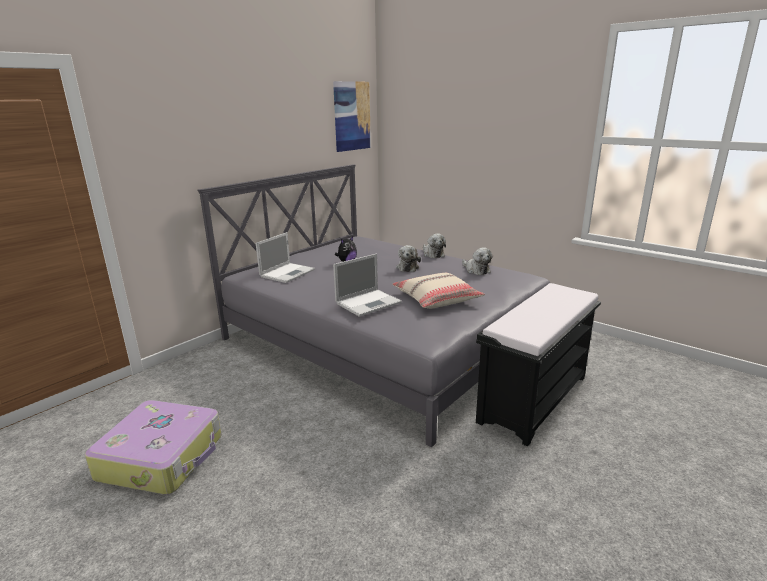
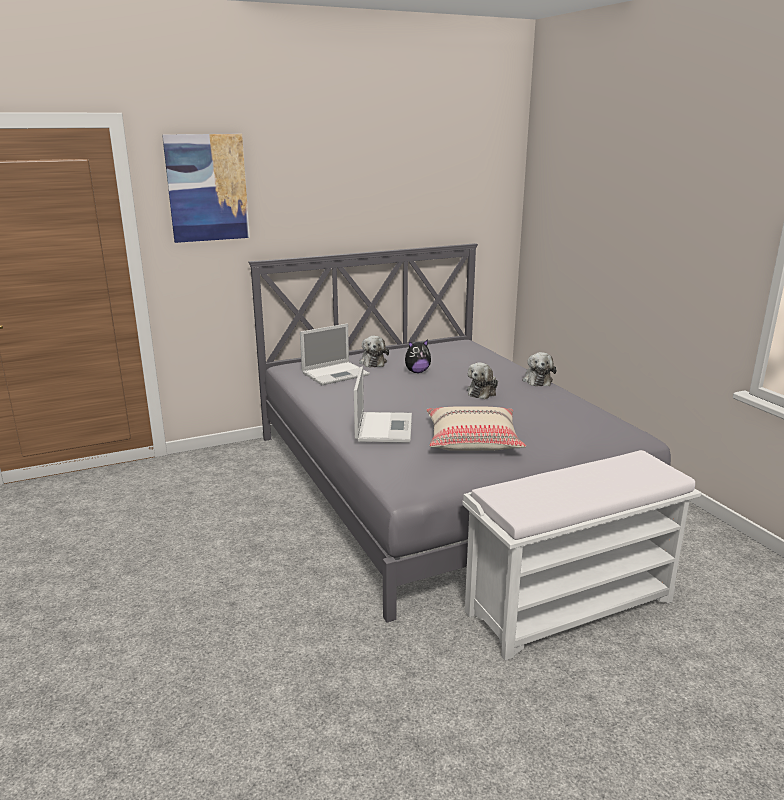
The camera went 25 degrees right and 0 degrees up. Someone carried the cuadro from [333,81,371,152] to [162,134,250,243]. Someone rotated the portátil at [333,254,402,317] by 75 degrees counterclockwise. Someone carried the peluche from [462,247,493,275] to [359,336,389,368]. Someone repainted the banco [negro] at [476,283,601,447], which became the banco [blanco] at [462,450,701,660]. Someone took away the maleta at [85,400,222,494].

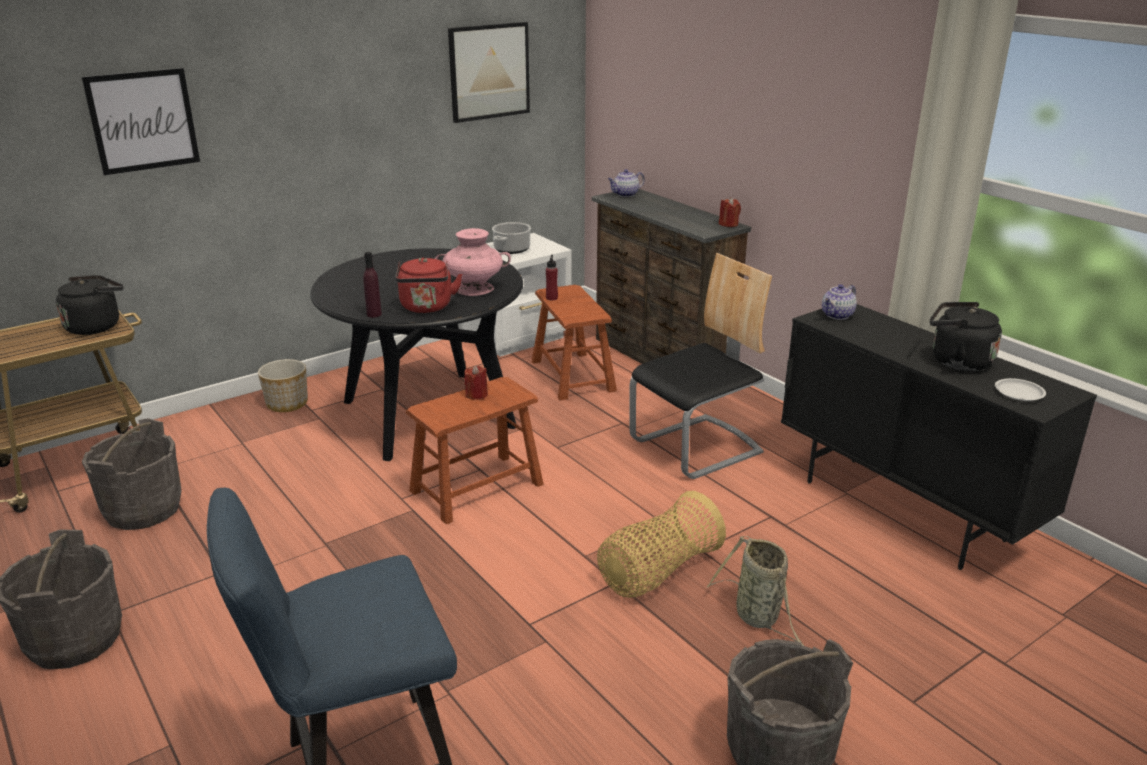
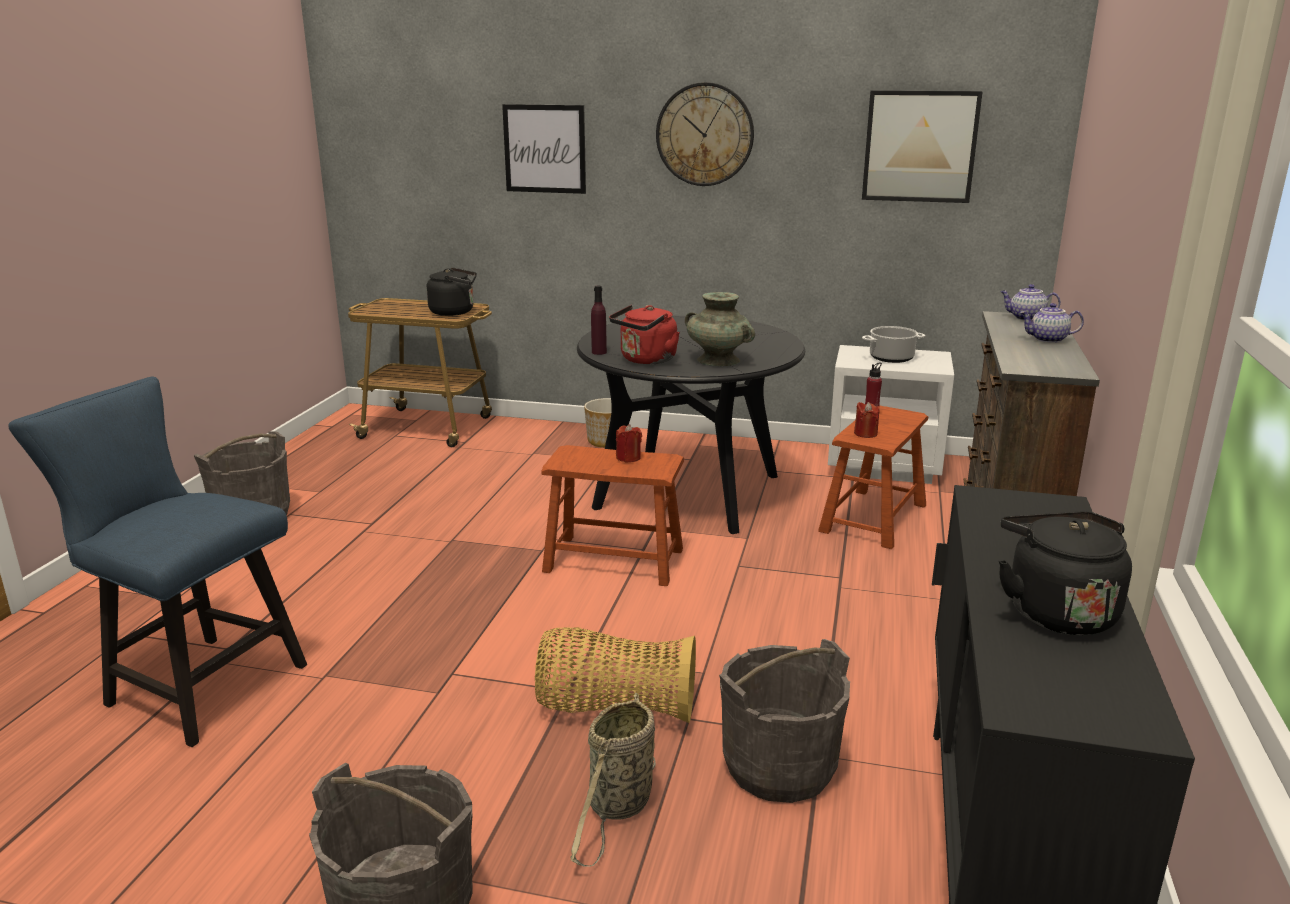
The camera went 50 degrees right and 5 degrees down. Someone put up the reloj de pared at [656,82,754,186]. Someone repainted the florero [rosa] at [435,228,511,296], which became the florero [turquesa] at [685,292,755,366]. Someone carried the cubo [gris] from [82,418,182,530] to [719,639,850,803]. Someone carried the vela [rojo] from [719,197,741,227] to [854,402,880,438]. Someone carried the tetera from [822,284,857,320] to [1020,303,1084,343]. Someone took away the silla at [630,253,772,479]. Someone took away the plato [blanco] at [995,378,1046,401].

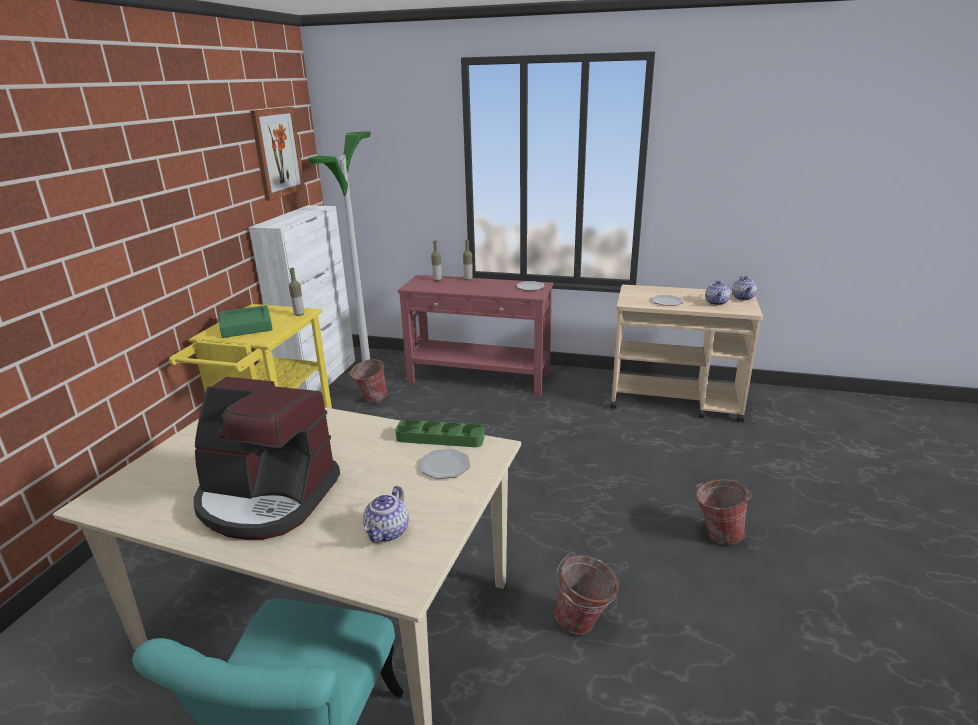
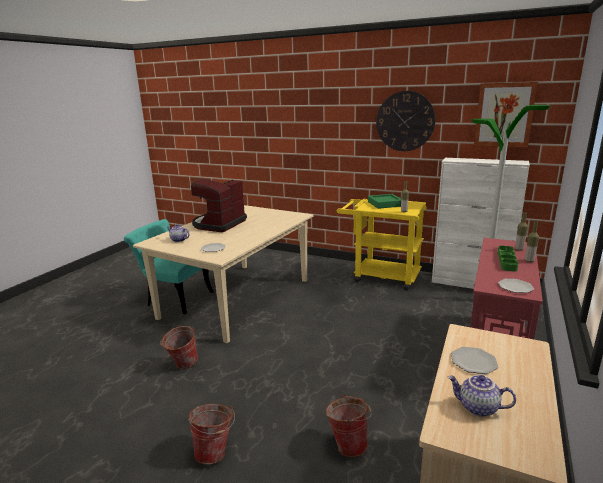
The camera went 100 degrees right and 5 degrees down. Someone carried the cubo from [348,359,388,403] to [325,394,372,457]. Someone put up the reloj de pared at [376,91,435,151]. Someone carried the bandeja [verde] from [395,420,485,447] to [498,246,518,272]. Someone took away the tetera at [732,276,757,301].

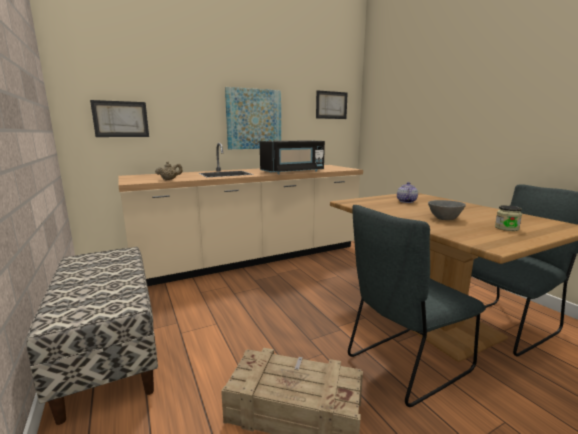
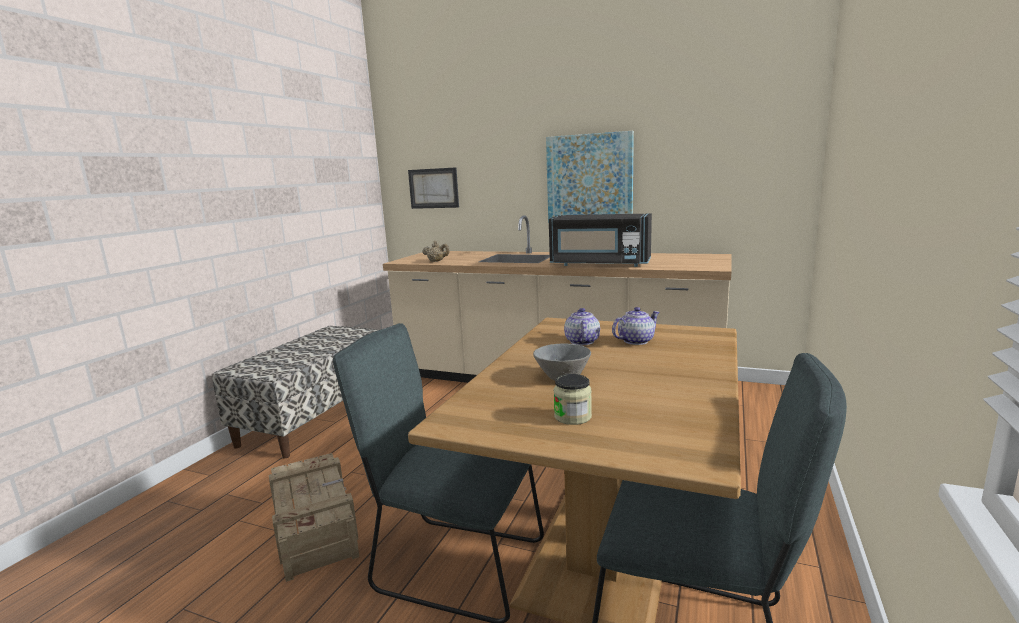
The camera went 50 degrees right and 0 degrees up. Someone put down the tetera at [564,308,600,345]. Someone took away the cuadro at [316,90,348,119].

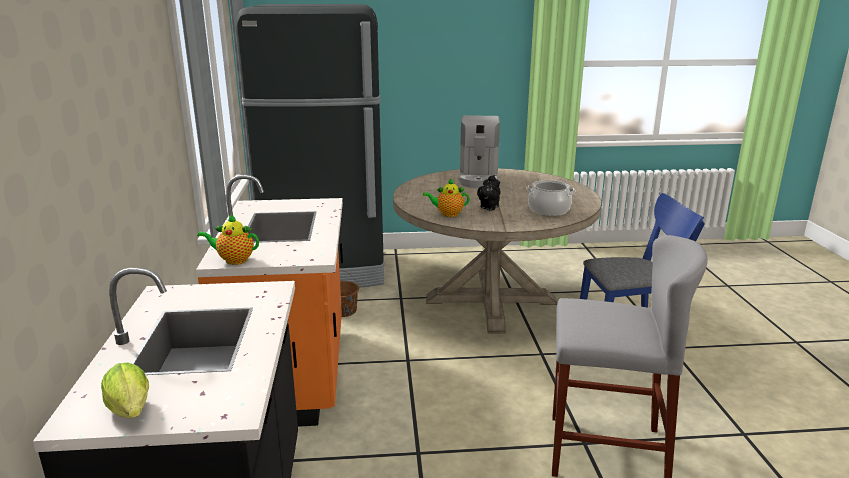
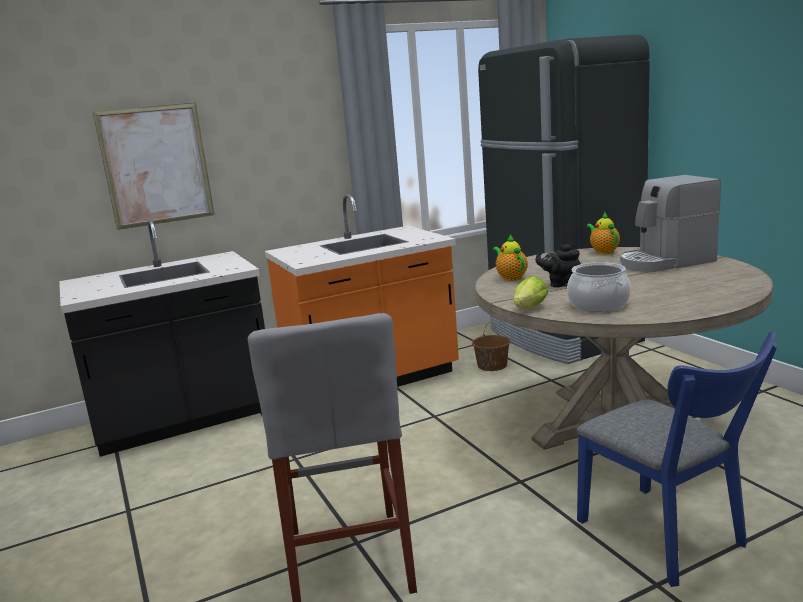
The camera went 70 degrees right and 5 degrees down. Someone put up the cuadro at [93,103,214,230]. Someone carried the lechuga from [101,363,149,418] to [514,276,548,308]. Someone carried the tetera from [197,214,259,265] to [587,212,620,254].

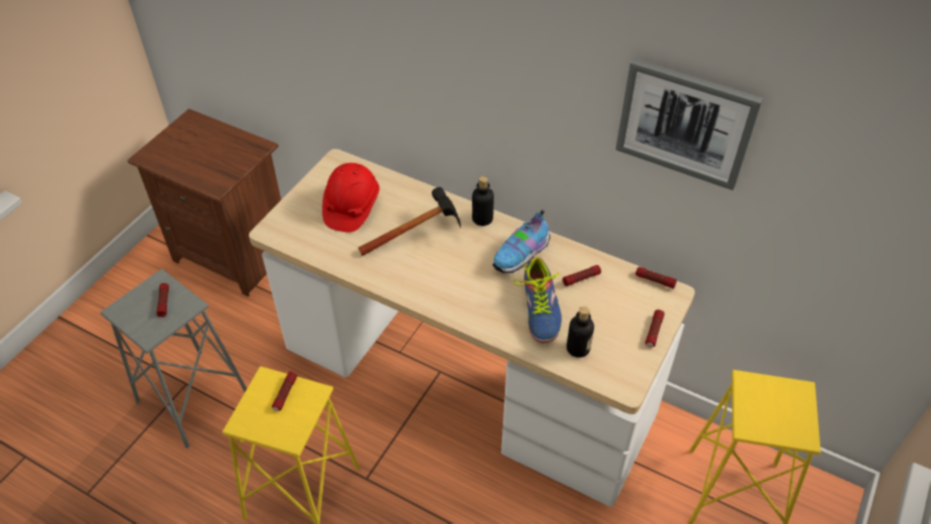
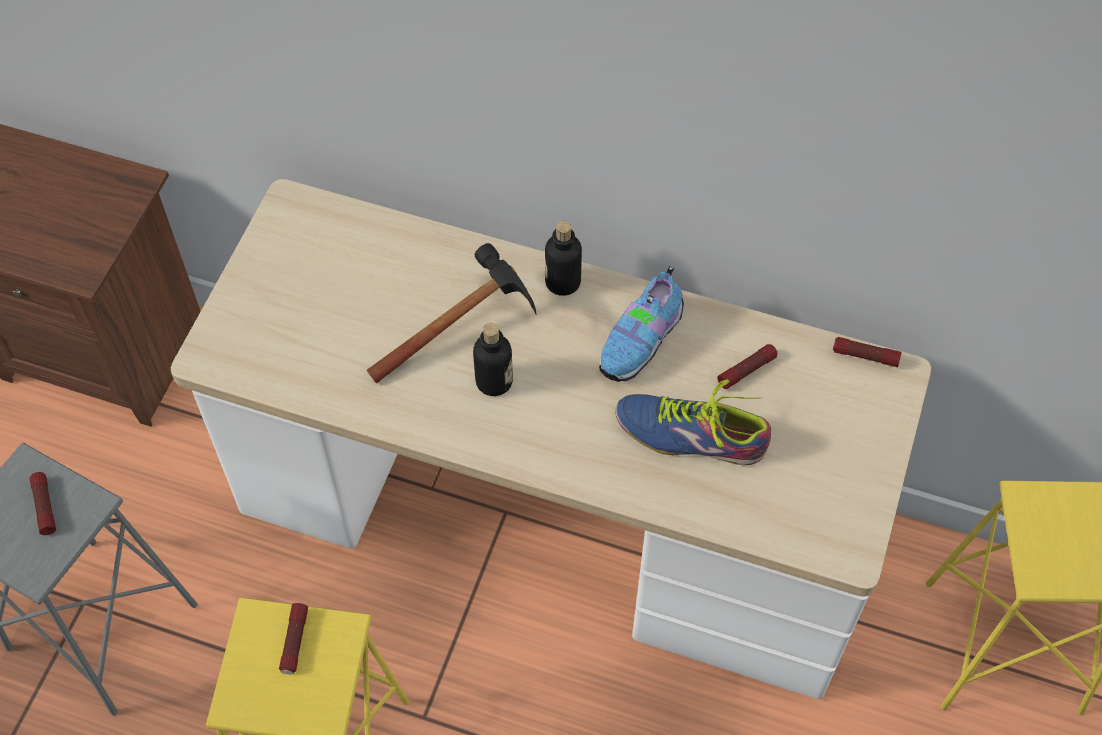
The camera went 10 degrees left and 10 degrees up. Someone carried the botella from [566,306,594,358] to [473,323,513,396]. Someone rotated the zapato at [513,257,562,343] by 120 degrees clockwise. Someone took away the casco [rojo] at [322,163,380,232]. Someone took away the cuadro at [616,58,763,190]. Someone took away the linterna at [645,310,664,347].

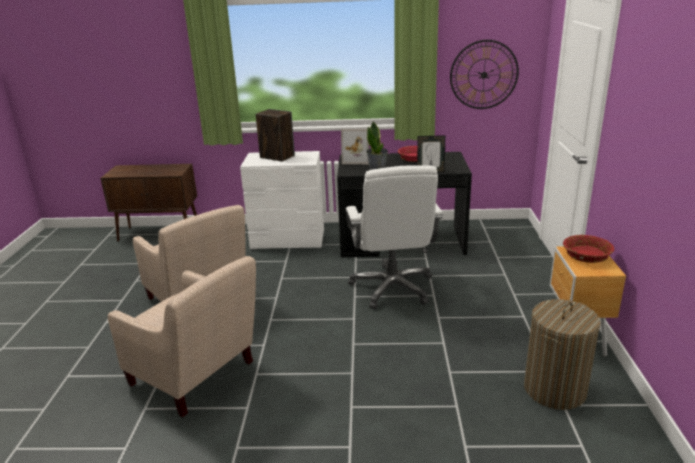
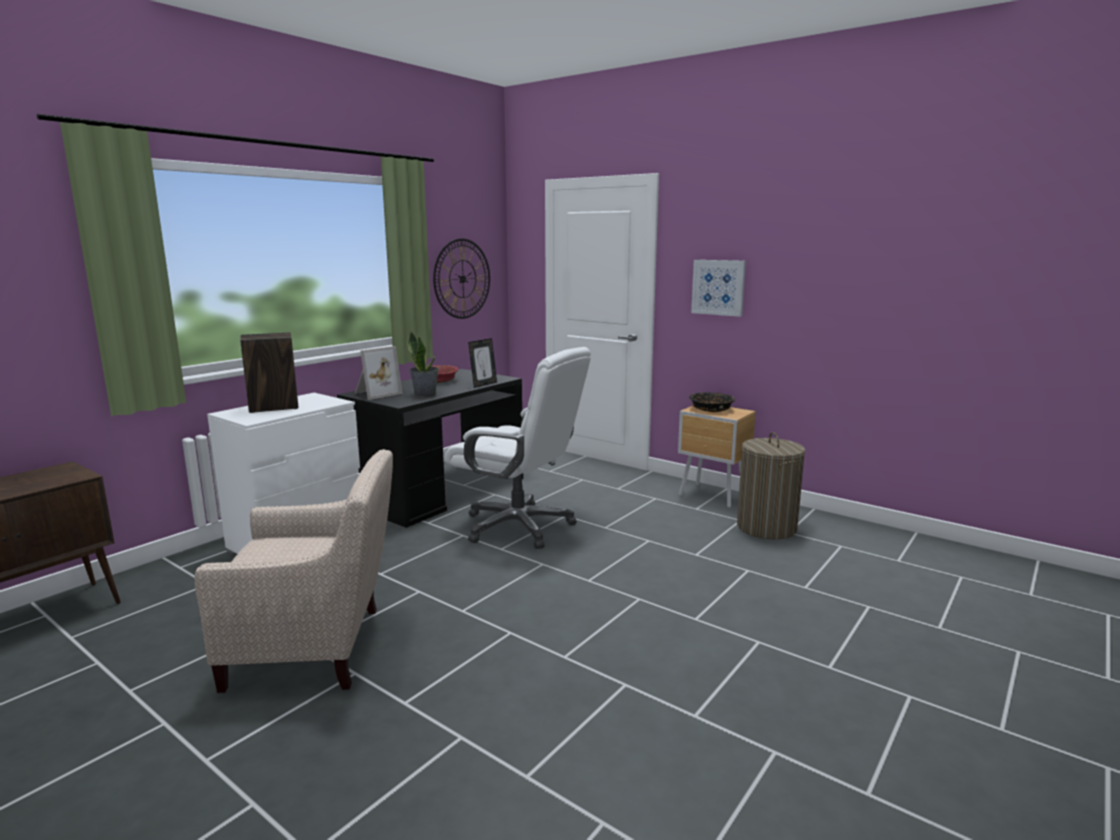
The camera went 55 degrees left and 10 degrees down. Someone repainted the cuenco [rojo] at [563,235,614,263], which became the cuenco [negro] at [689,392,735,412]. Someone put up the cuadro at [691,260,746,317]. Someone took away the sillón [beis] at [108,256,256,417].

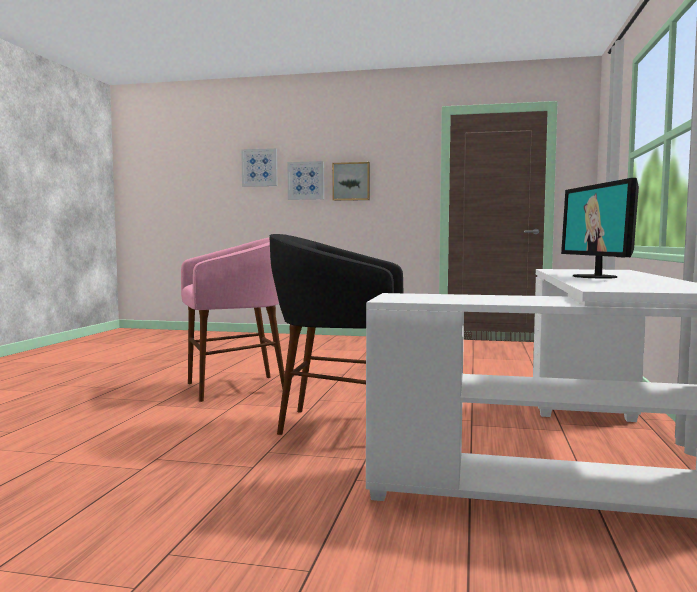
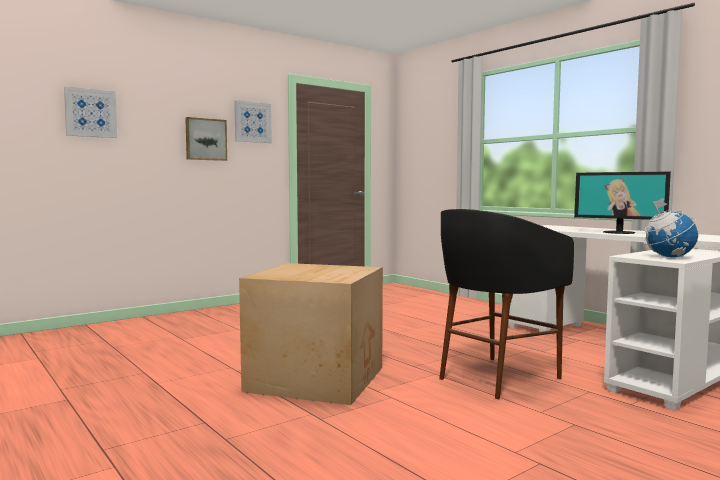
The camera went 50 degrees left and 0 degrees up. Someone carried the cuadro from [288,161,324,200] to [234,101,272,143]. Someone swapped the taburete [rosa] at [181,237,285,402] for the caja de cartón at [239,263,383,405]. Someone put down the globo terráqueo at [644,198,698,257].

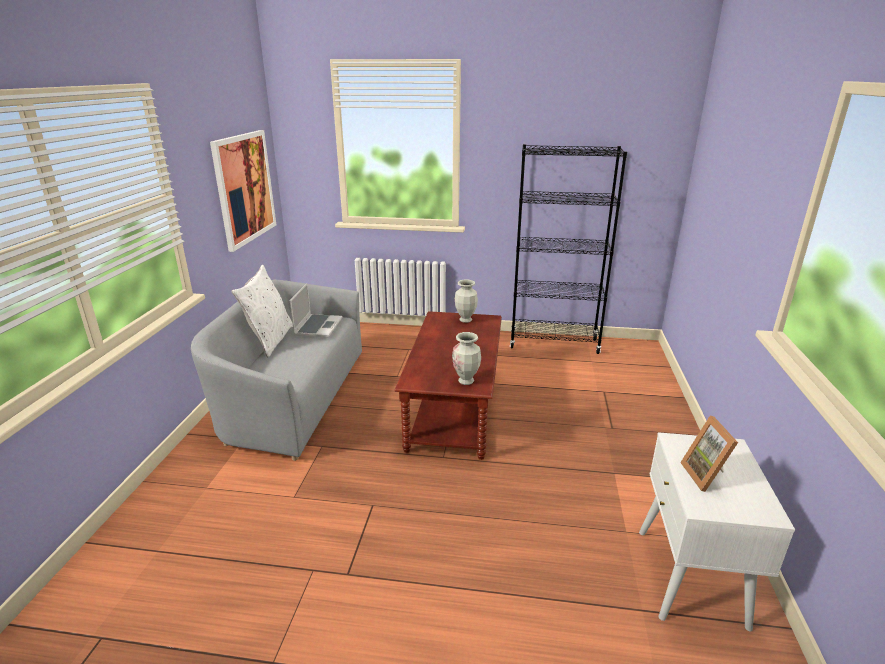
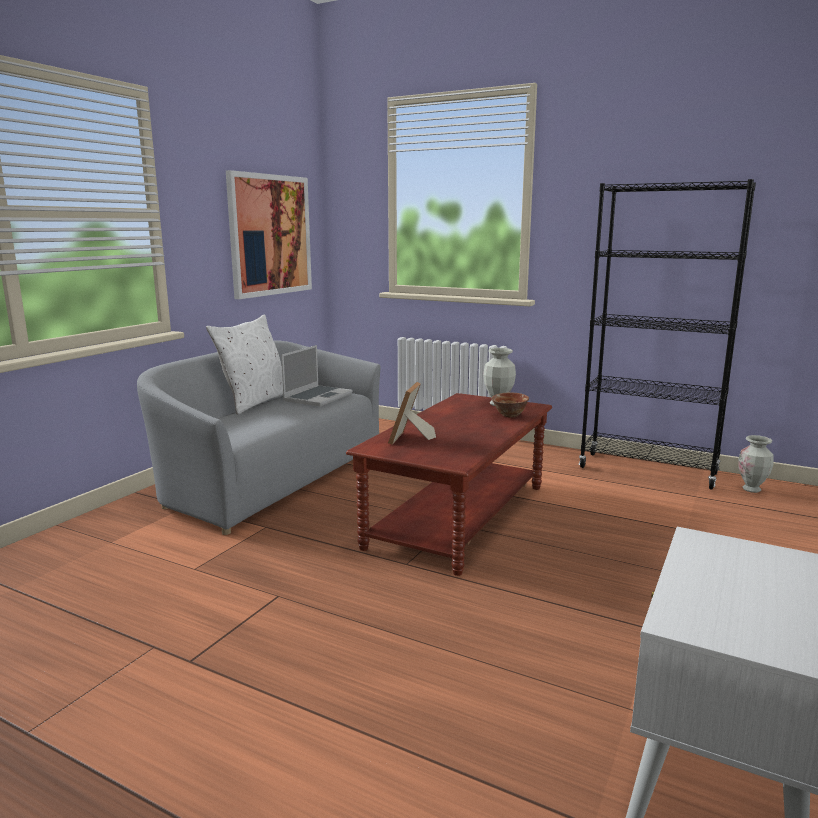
The camera went 20 degrees right and 10 degrees down. Someone carried the portarretratos from [680,416,738,492] to [388,382,436,445]. Someone put down the cuenco at [491,392,529,418]. Someone carried the florero from [452,332,481,385] to [738,435,774,493].

